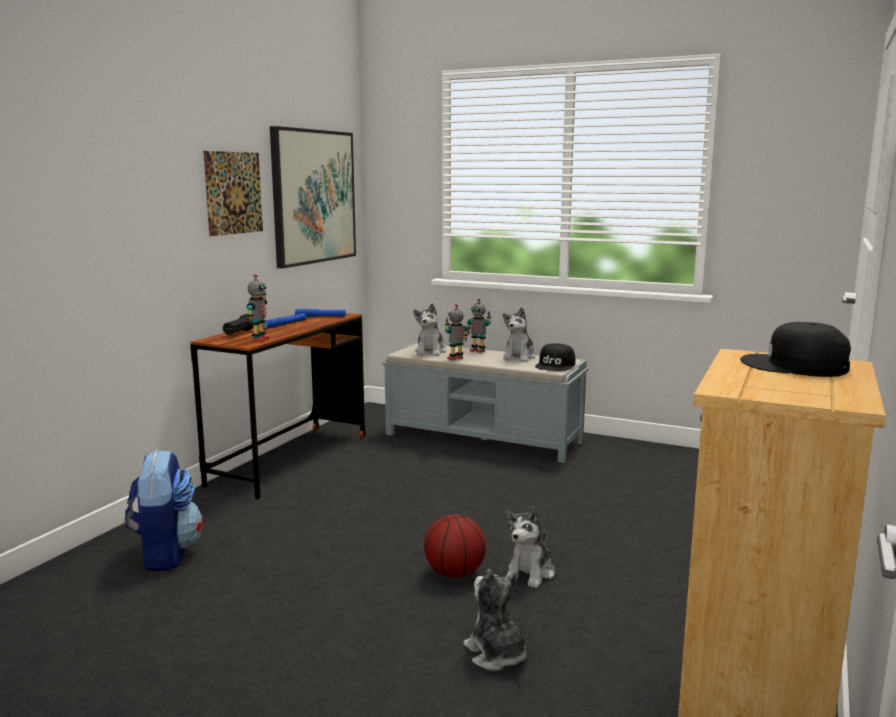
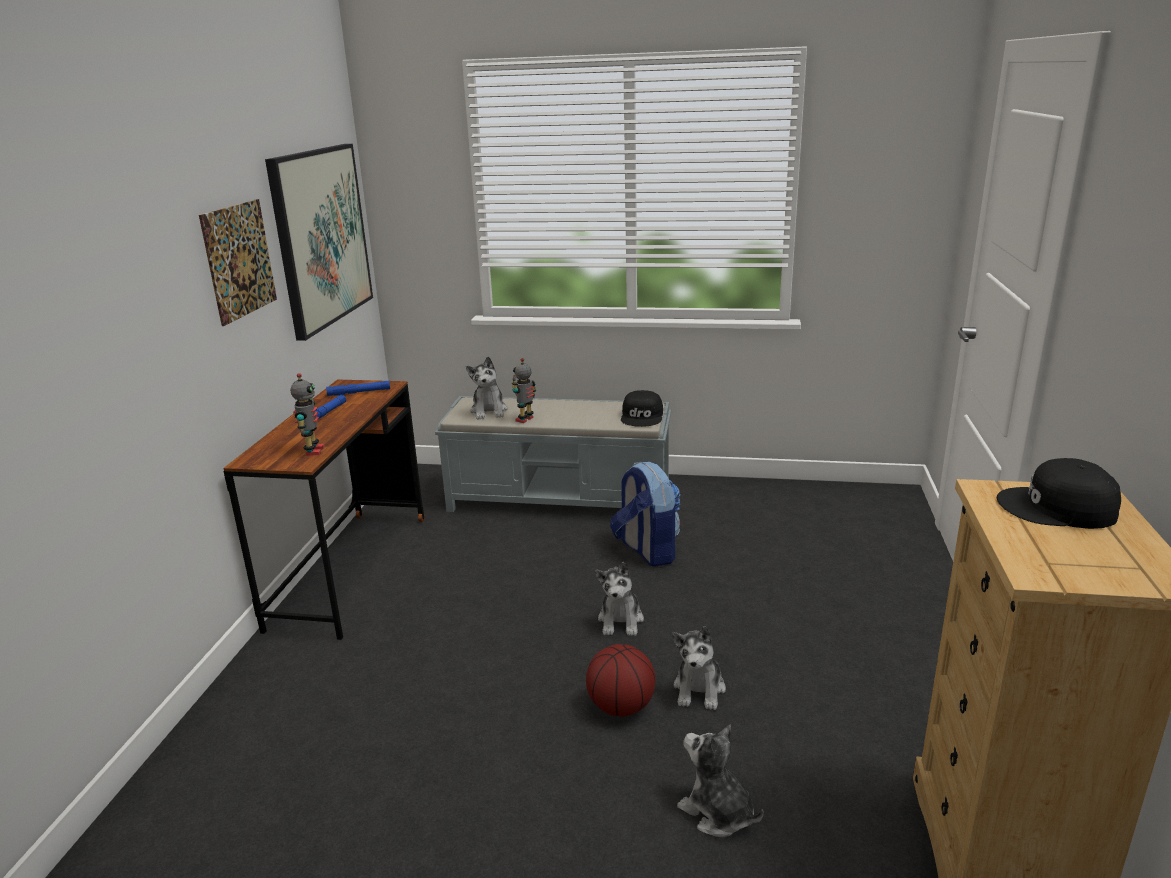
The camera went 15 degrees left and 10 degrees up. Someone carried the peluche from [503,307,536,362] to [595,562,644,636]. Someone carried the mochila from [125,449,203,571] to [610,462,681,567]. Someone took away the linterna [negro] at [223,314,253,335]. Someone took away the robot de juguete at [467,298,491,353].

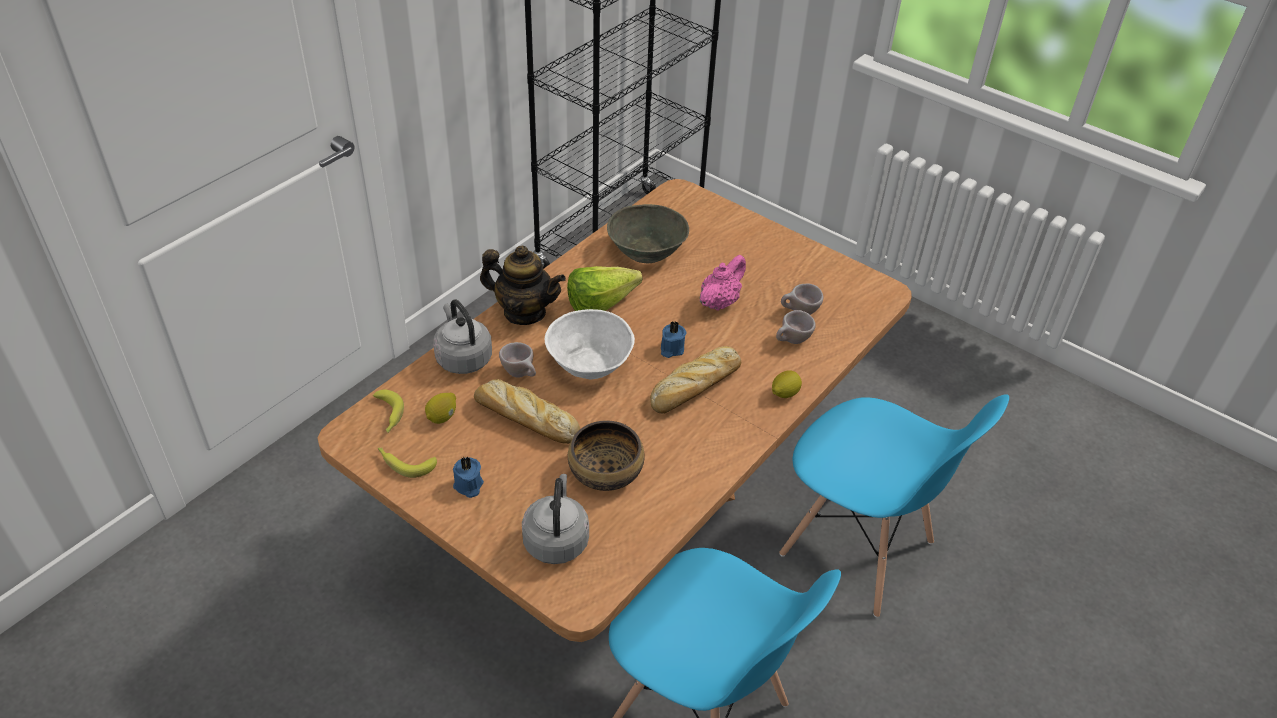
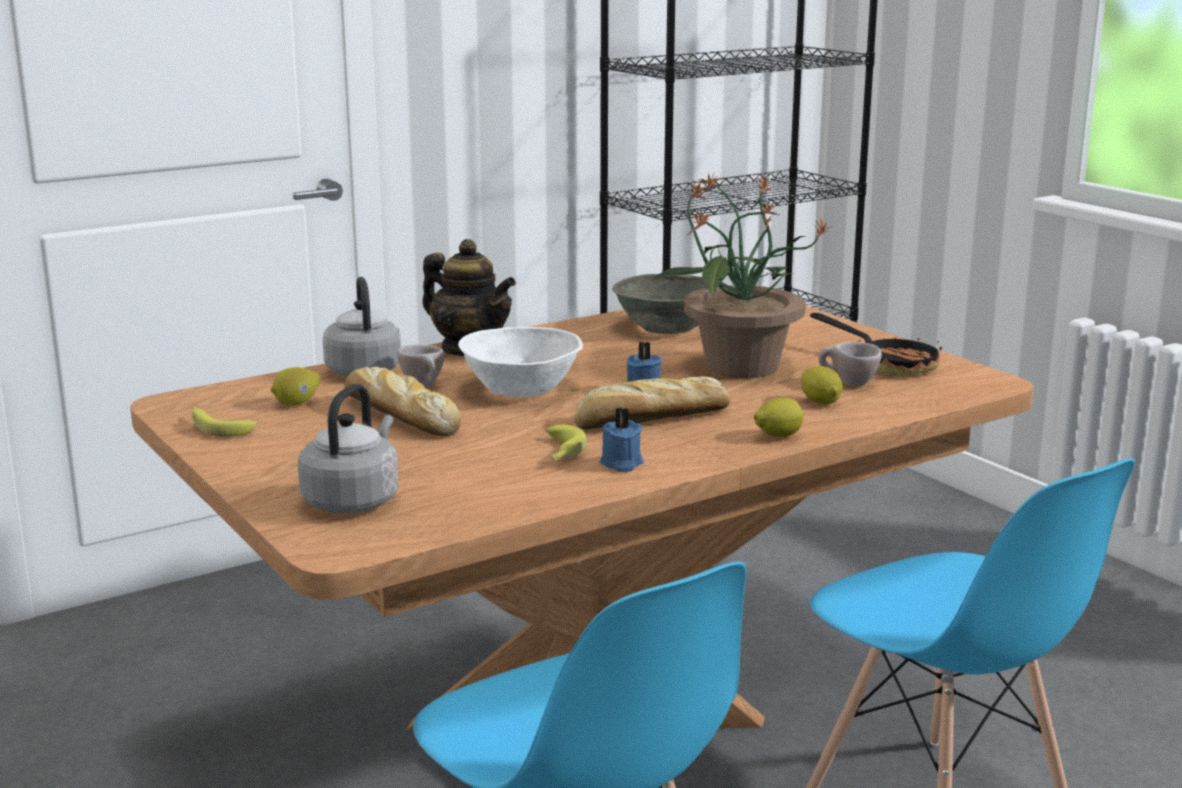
The camera went 20 degrees right and 25 degrees down. Someone carried the plátano from [373,390,404,433] to [546,425,587,460]. Someone carried the vela [azul] from [453,456,484,498] to [600,408,644,472]. Someone swapped the tetera [rosa] at [700,255,746,311] for the planta en maceta at [652,173,830,378]. Someone swapped the taza [beis] at [776,310,816,344] for the limón at [801,366,843,404]. Someone put down the sartén at [810,313,942,375]. Someone took away the lechuga at [567,266,642,311]. Someone took away the cuenco at [568,420,645,491].

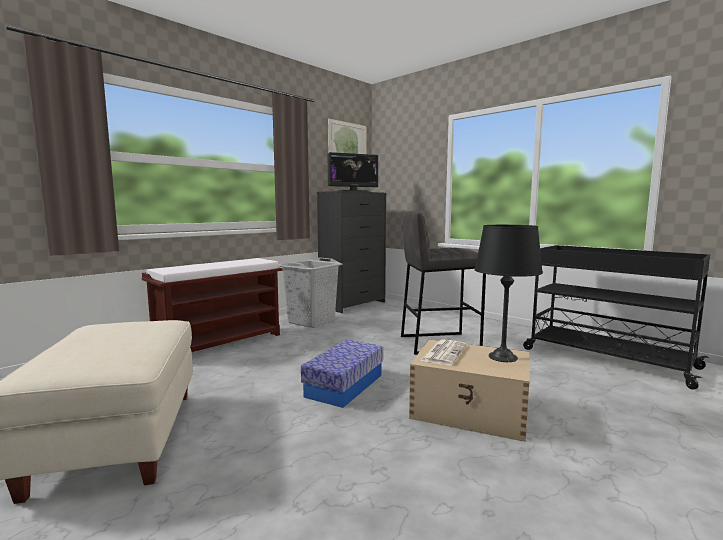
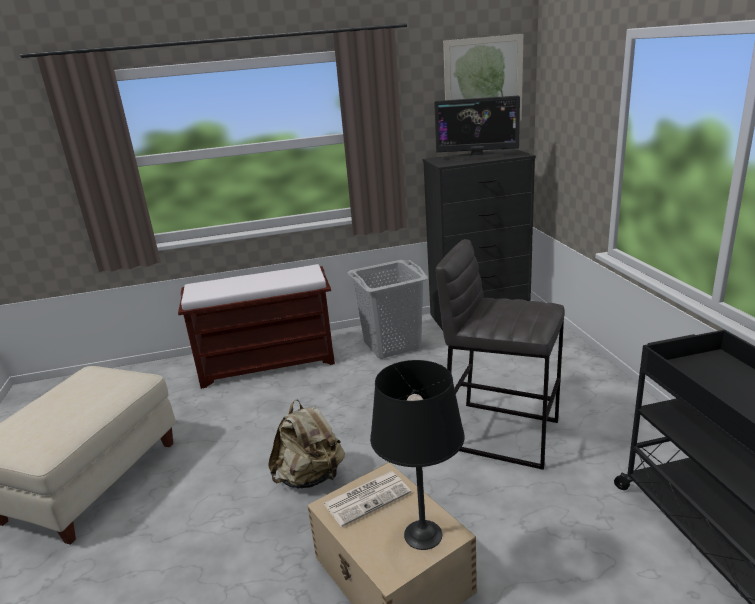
The camera went 35 degrees right and 15 degrees up. Someone swapped the caja de almacenaje at [301,340,383,408] for the mochila [beis] at [268,399,345,488].

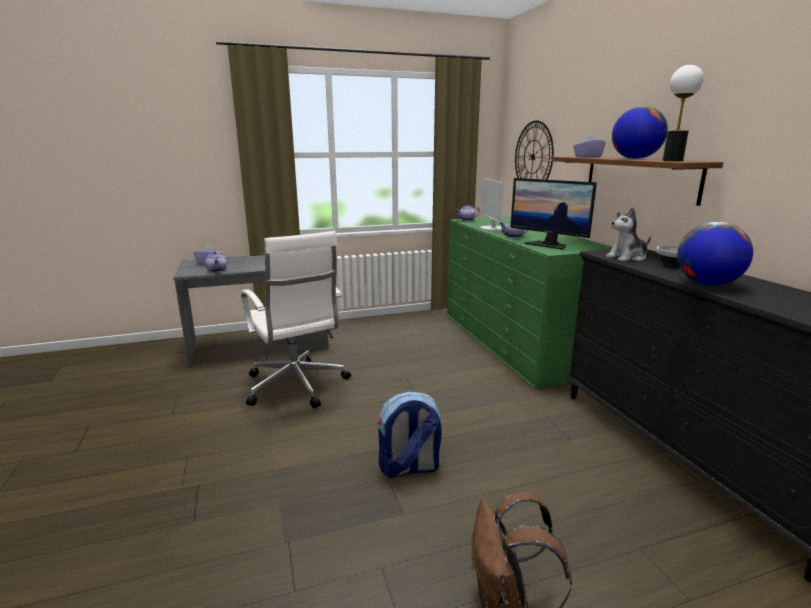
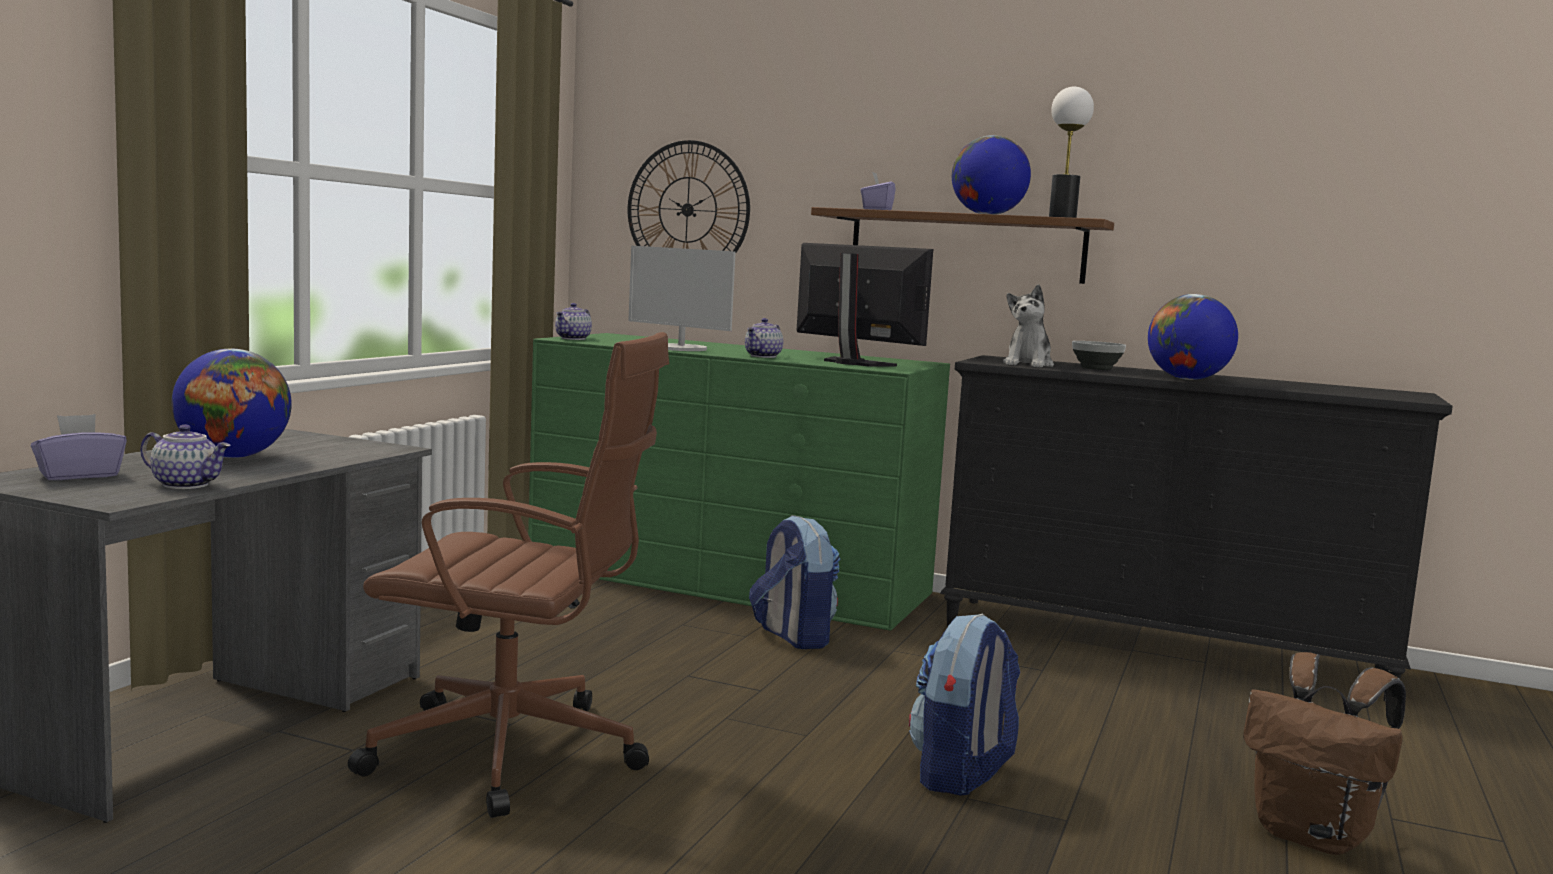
The camera went 50 degrees left and 10 degrees down. Someone put down the globo terráqueo at [172,348,292,458]. Someone repainted the silla de oficina [blanco] at [241,231,351,408], which became the silla de oficina [marrón] at [348,332,669,818]. Someone put down the mochila at [749,515,840,649]. Someone rotated the monitor at [510,178,597,250] by 135 degrees counterclockwise.

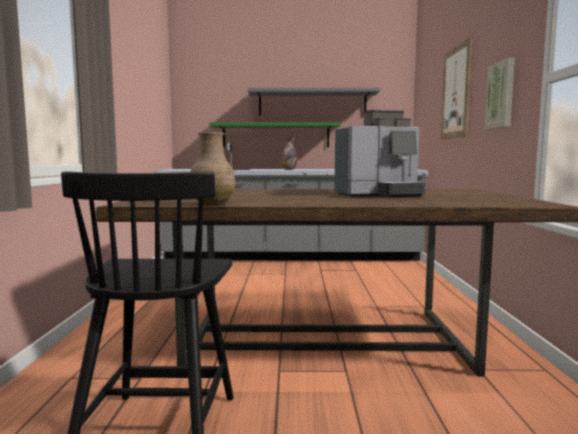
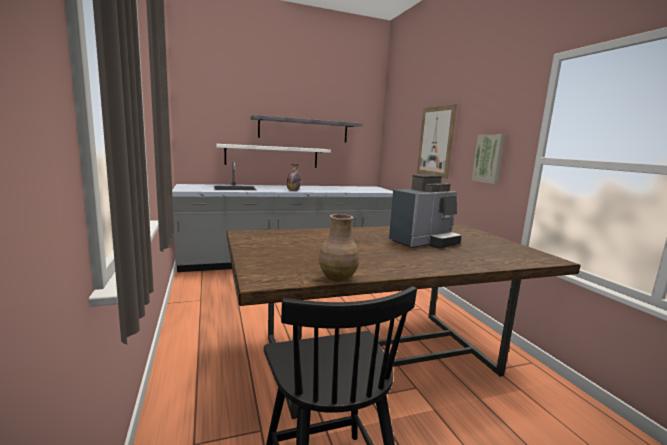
The camera went 20 degrees left and 5 degrees up. Someone repainted the estante [verde] at [209,122,341,147], which became the estante [blanco] at [216,144,331,168].

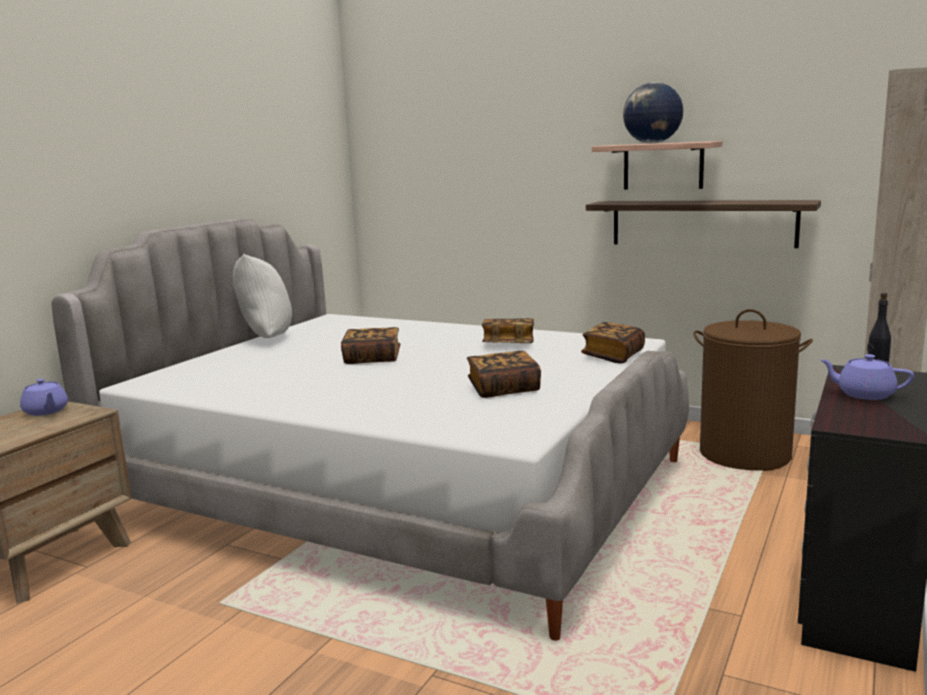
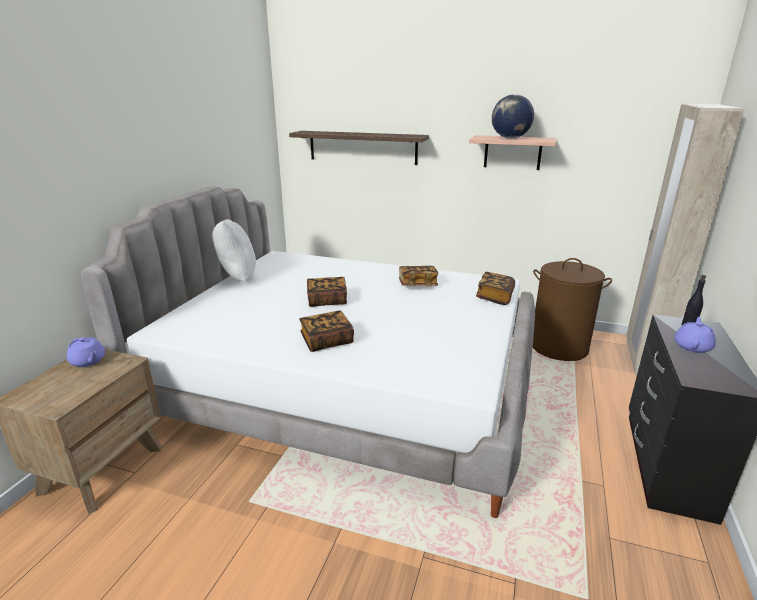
The camera went 10 degrees left and 10 degrees up. Someone carried the estante from [586,200,821,248] to [289,131,429,165]. Someone carried the libro from [467,351,541,398] to [299,311,354,352]. Someone rotated the tetera [morado] at [820,354,914,400] by 105 degrees clockwise.

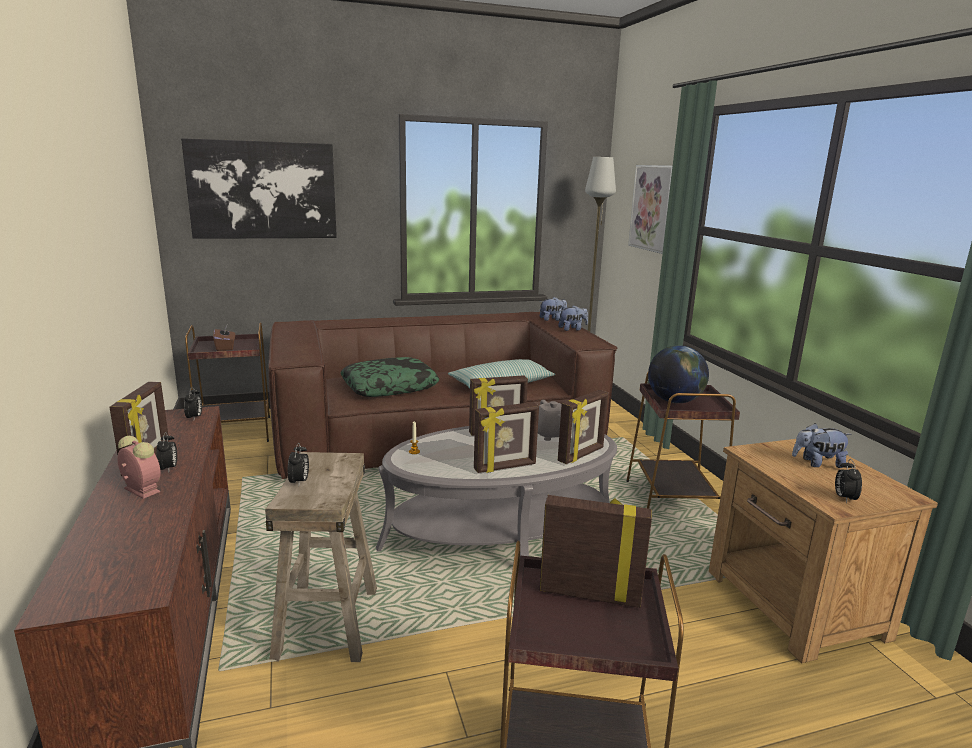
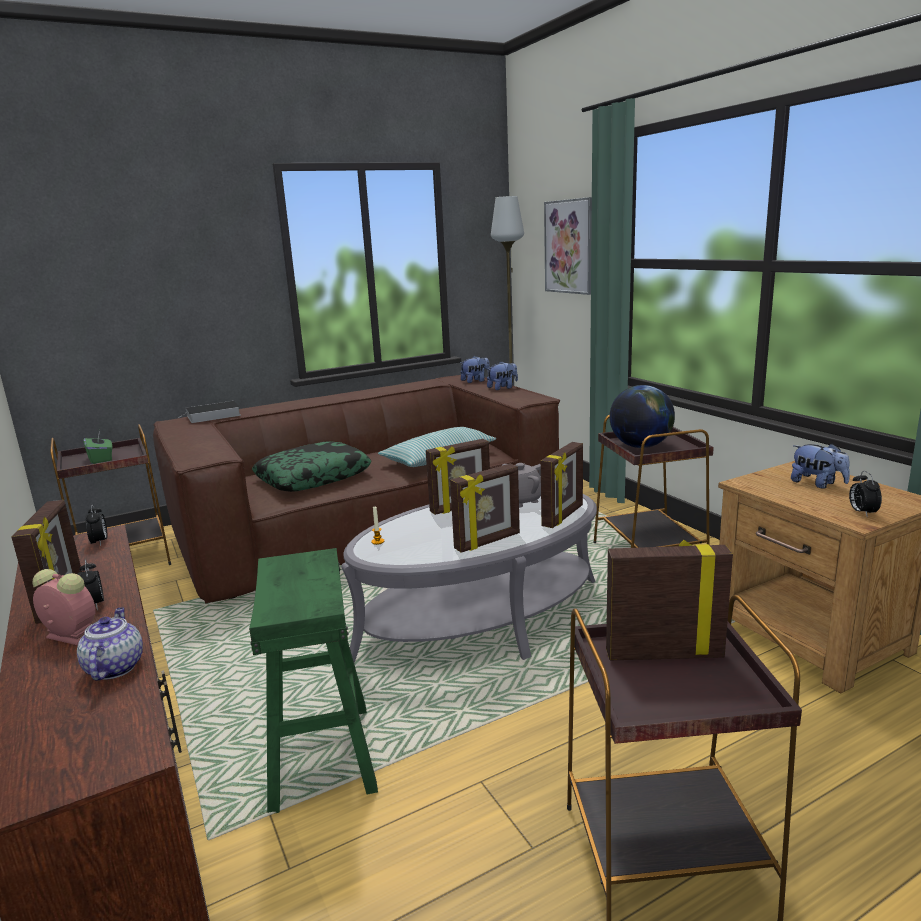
The camera went 10 degrees left and 0 degrees up. Someone put down the tetera at [77,608,143,681]. Someone repainted the caja de pañuelos [marrón] at [213,326,235,351], which became the caja de pañuelos [verde] at [83,430,113,464]. Someone put down the libro at [178,401,241,423]. Someone repainted the taburete [beis] at [265,452,377,662], which became the taburete [verde] at [249,548,378,814]. Someone rotated the peluche at [792,423,852,468] by 120 degrees counterclockwise. Someone took away the cuadro at [181,138,337,239]. Someone took away the despertador at [287,443,309,487].

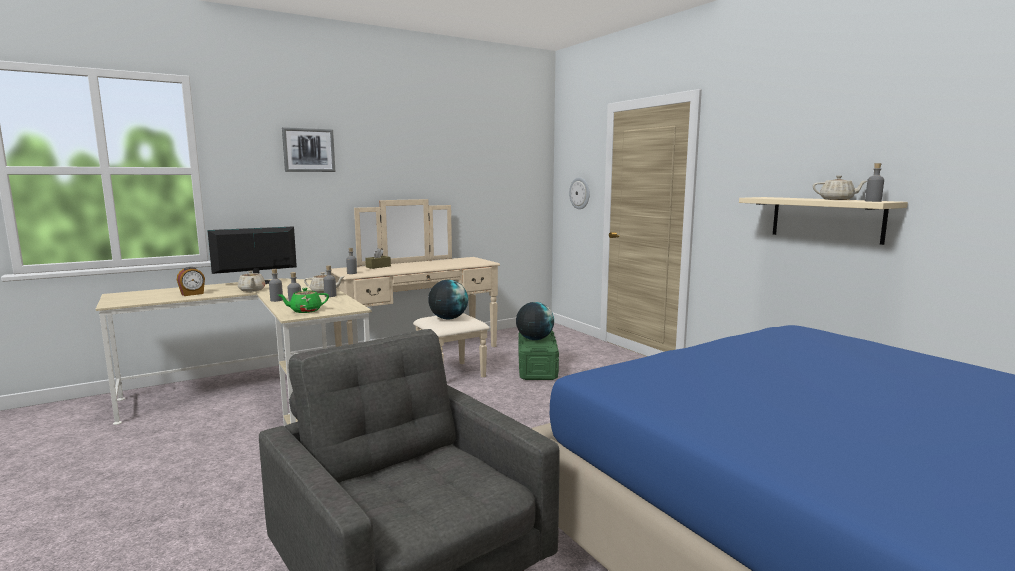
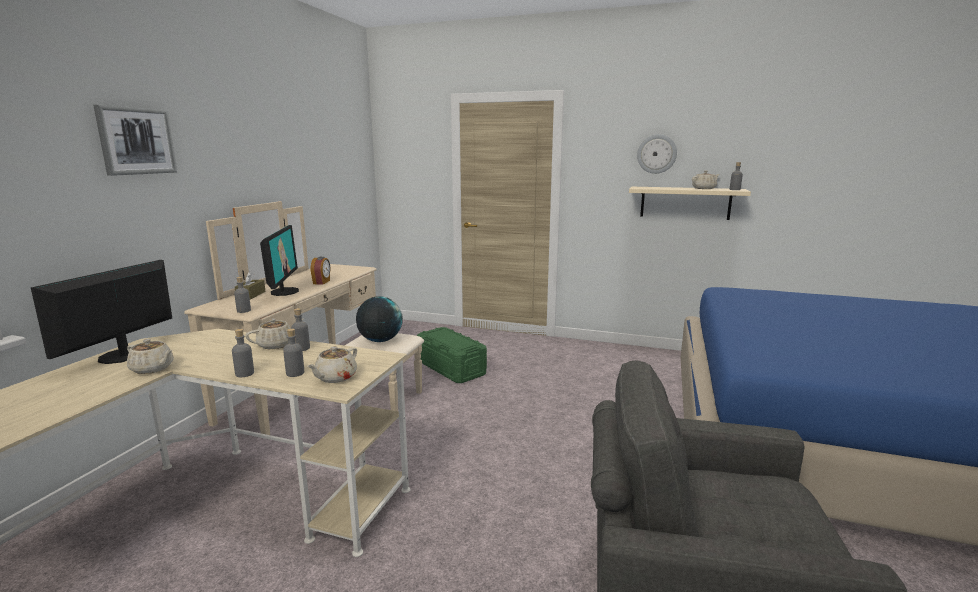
The camera went 40 degrees left and 5 degrees up. Someone put down the monitor at [260,225,299,296]. Someone repainted the tetera [verde] at [278,288,329,313], which became the tetera [beis] at [307,346,357,383]. Someone carried the despertador from [177,267,205,296] to [311,257,330,285]. Someone carried the reloj de pared from [569,177,590,209] to [637,134,677,174]. Someone took away the globo terráqueo at [516,302,554,340].

